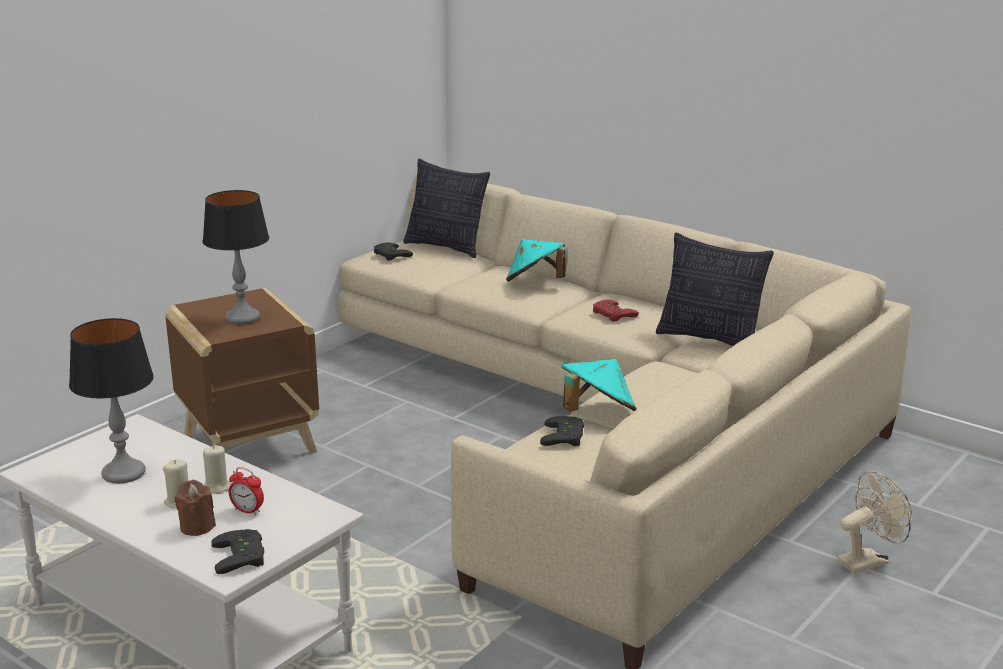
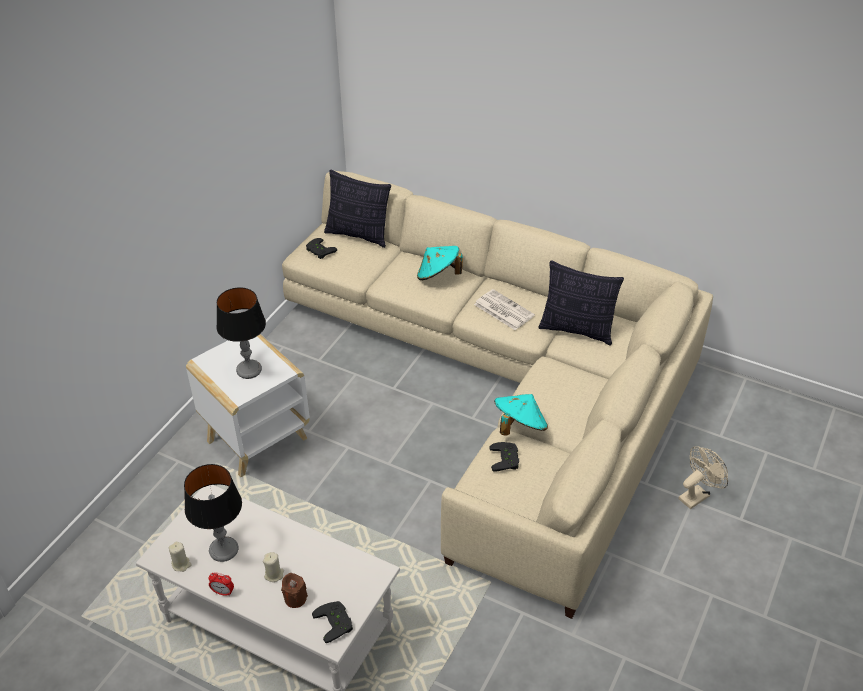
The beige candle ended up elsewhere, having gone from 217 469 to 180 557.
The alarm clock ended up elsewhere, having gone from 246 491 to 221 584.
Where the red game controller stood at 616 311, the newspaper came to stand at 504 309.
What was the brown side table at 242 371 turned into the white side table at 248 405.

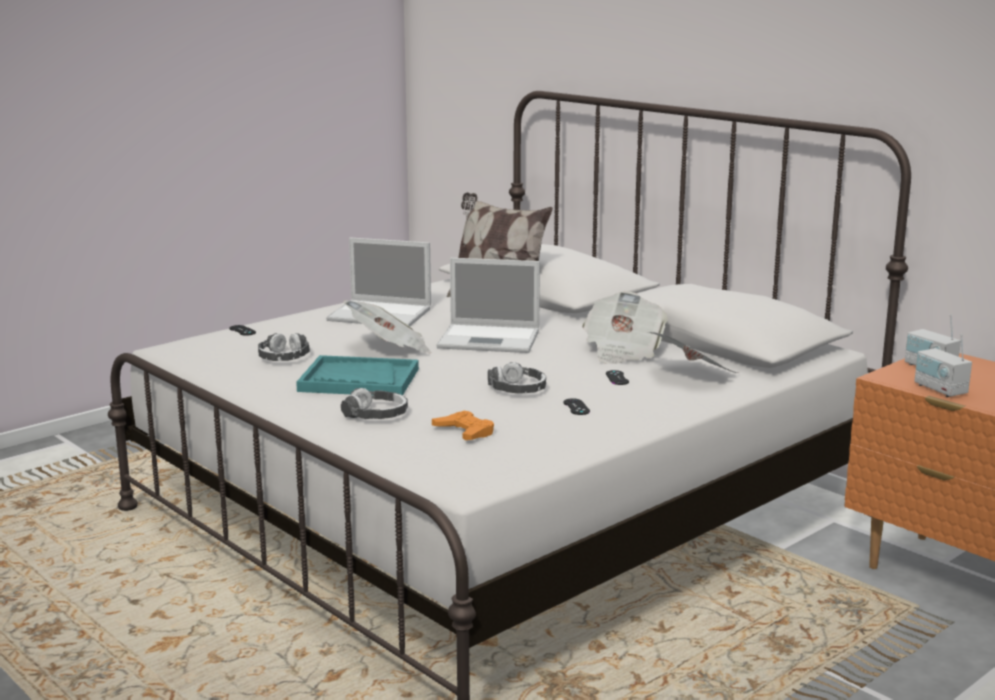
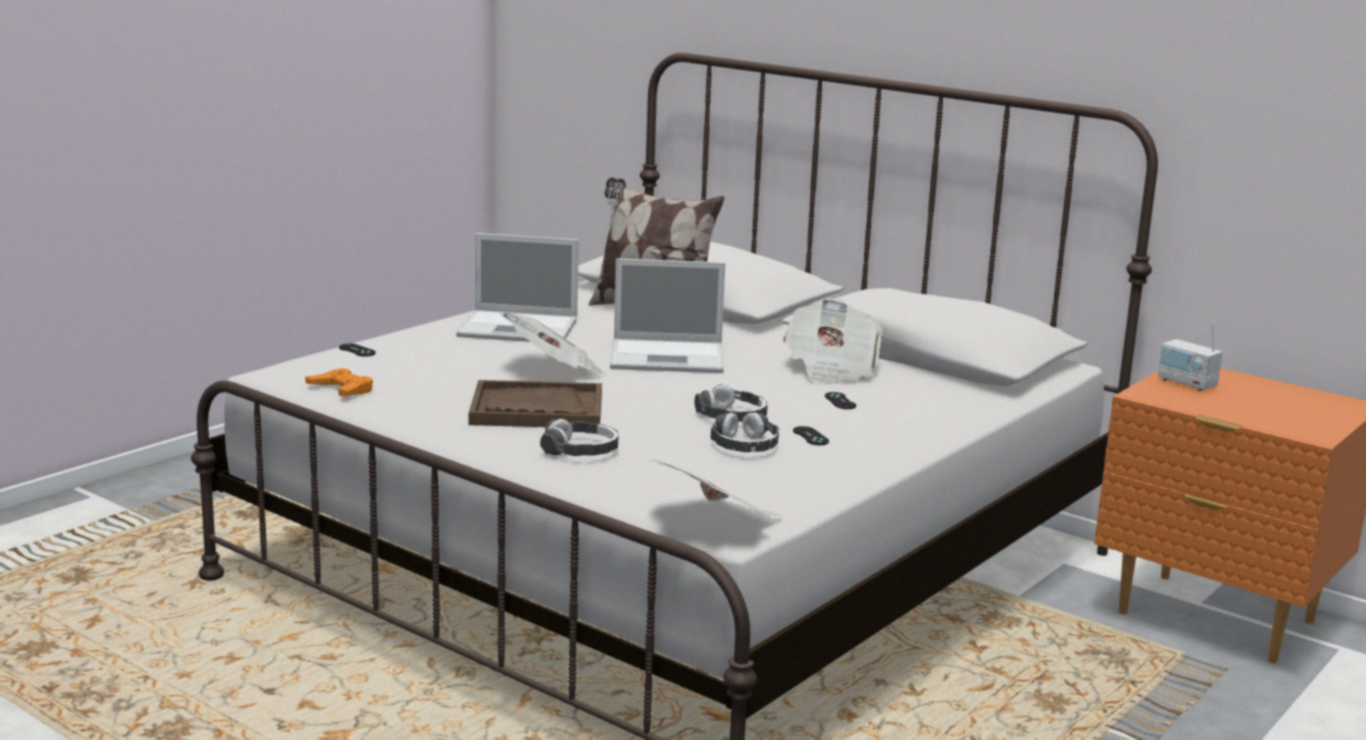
The second view lost the radio at 943 365.
The headphones ended up elsewhere, having gone from 284 347 to 745 432.
The orange game controller ended up elsewhere, having gone from 463 425 to 339 382.
The newspaper ended up elsewhere, having gone from 692 352 to 716 488.
What was the turquoise tray at 357 375 turned into the brown tray at 535 403.

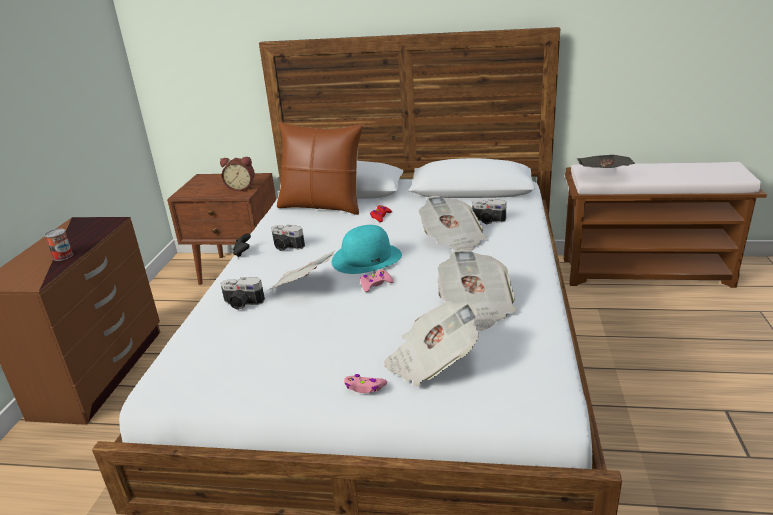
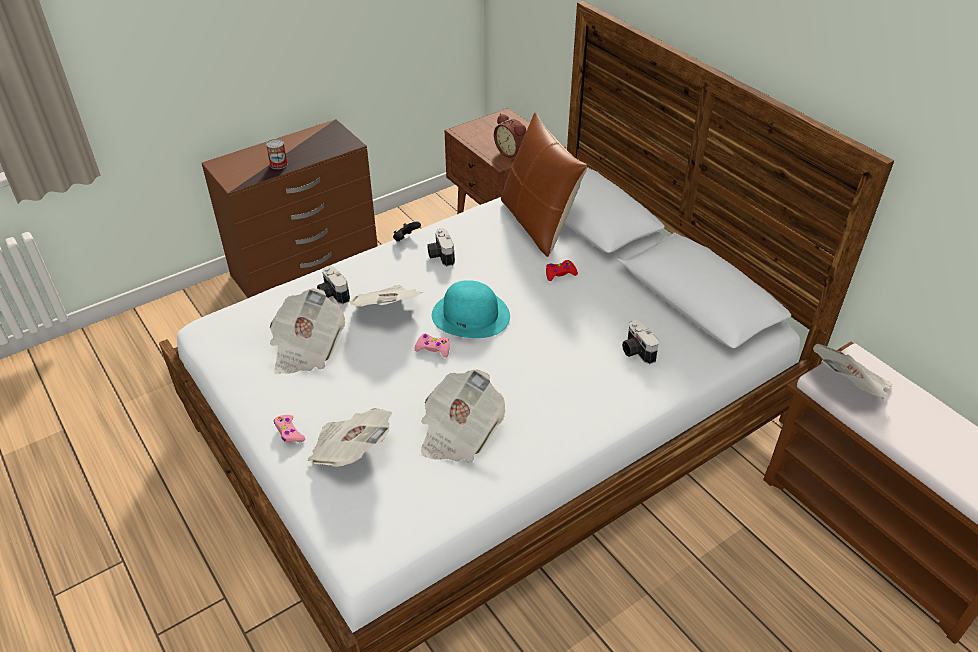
The newspaper ended up elsewhere, having gone from 452 224 to 307 331.

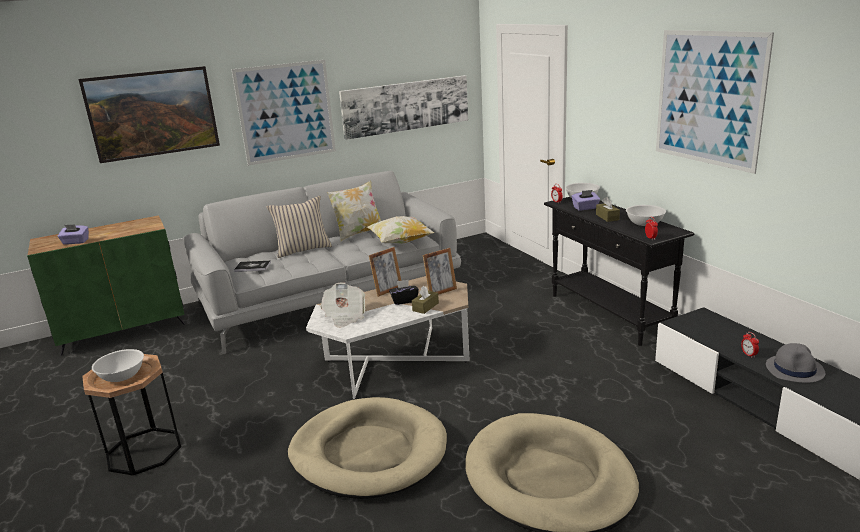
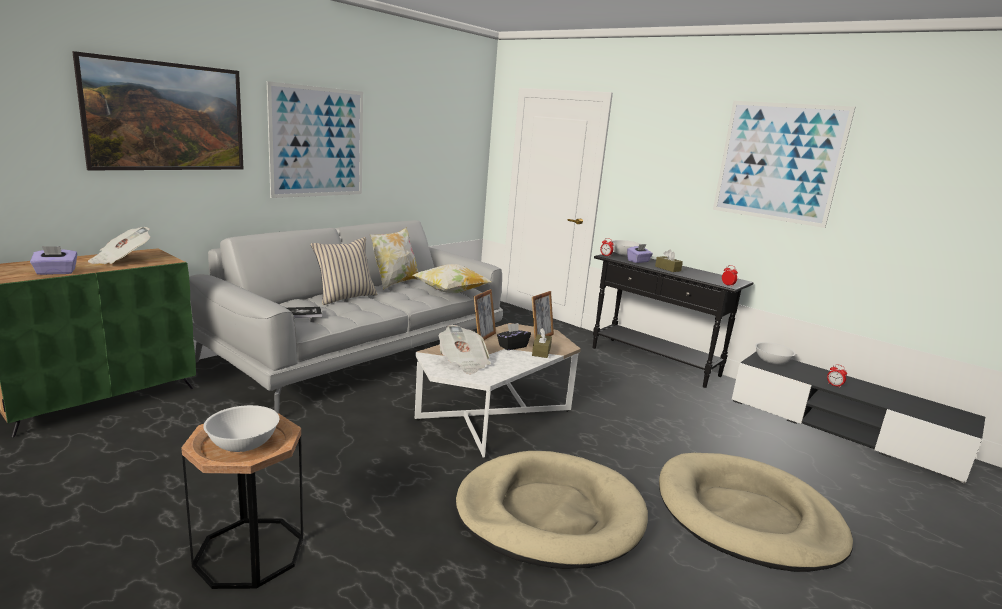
The second view lost the picture at 403 107.
The second view lost the grey hat at 795 363.
The second view gained the newspaper at 119 245.
The white bowl ended up elsewhere, having gone from 646 215 to 775 353.

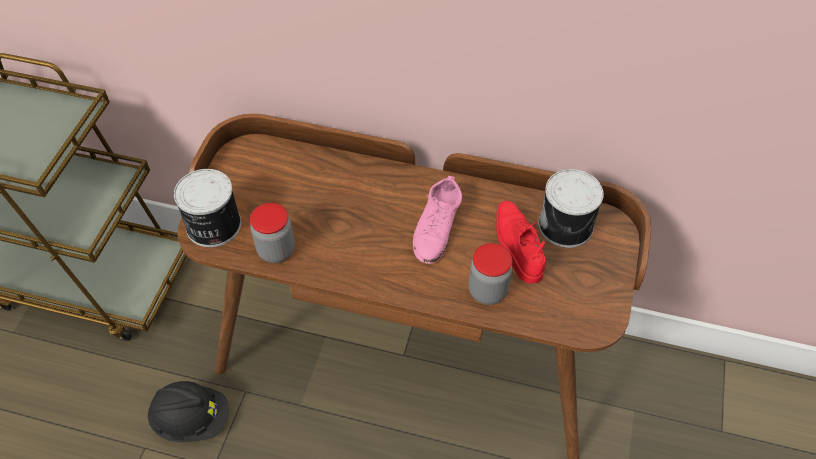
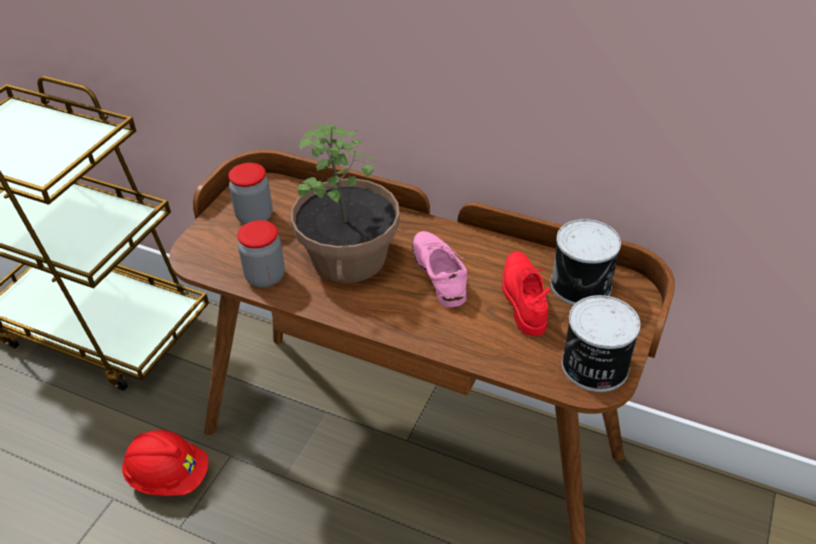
The second view gained the potted plant at 345 204.
The can ended up elsewhere, having gone from 207 208 to 601 343.
The jar ended up elsewhere, having gone from 490 274 to 250 193.
What was the black hard hat at 188 411 turned into the red hard hat at 165 463.
The pink shoe at 437 220 ended up facing another way, 135 degrees clockwise from before.

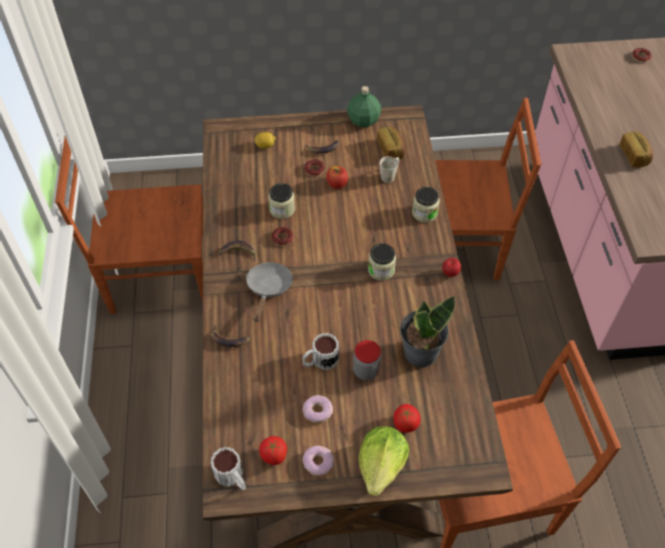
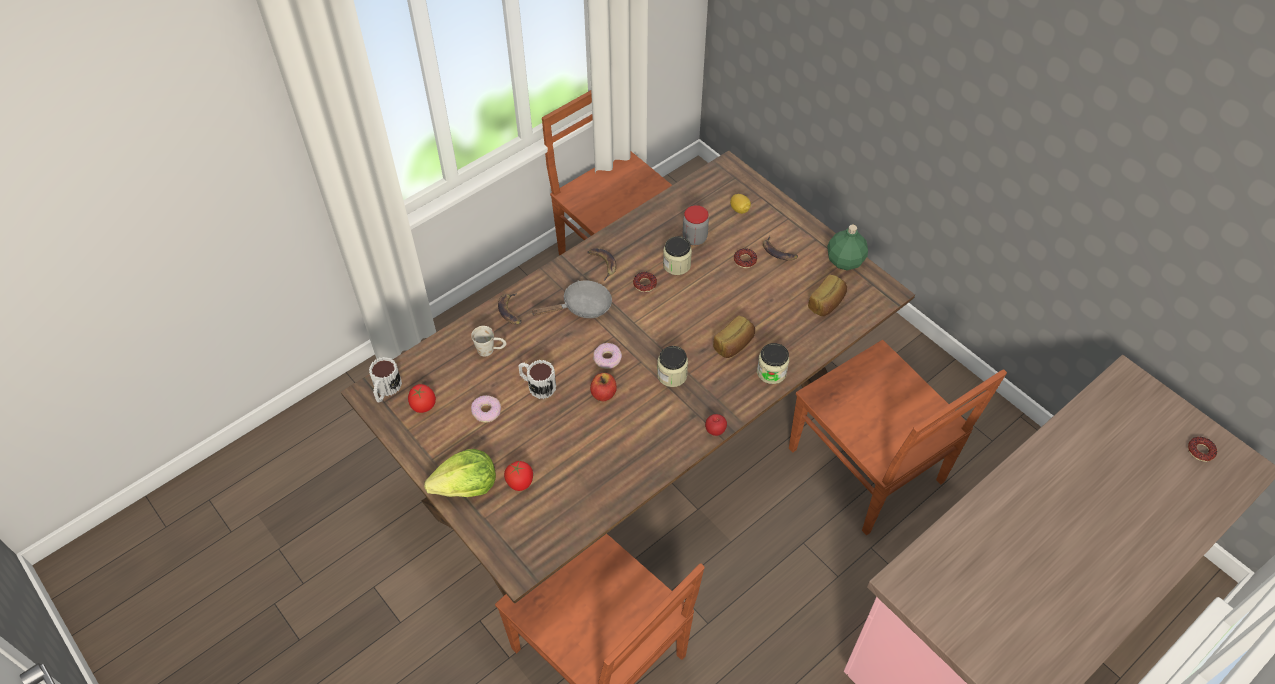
The second view lost the potted plant at 427 332.
The donut ended up elsewhere, having gone from 318 461 to 607 356.
The apple ended up elsewhere, having gone from 337 177 to 603 387.
The jar ended up elsewhere, having gone from 367 360 to 696 225.
The white mug ended up elsewhere, having gone from 389 169 to 488 341.
The bread ended up elsewhere, having gone from 636 149 to 734 337.

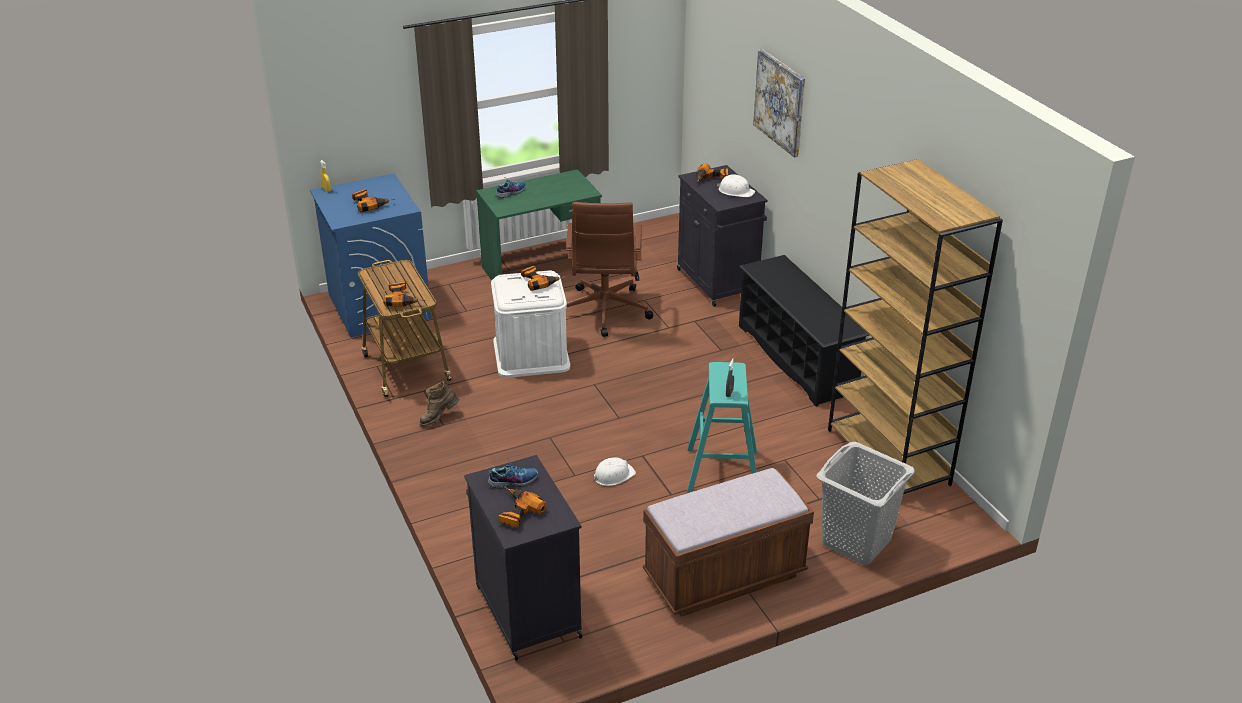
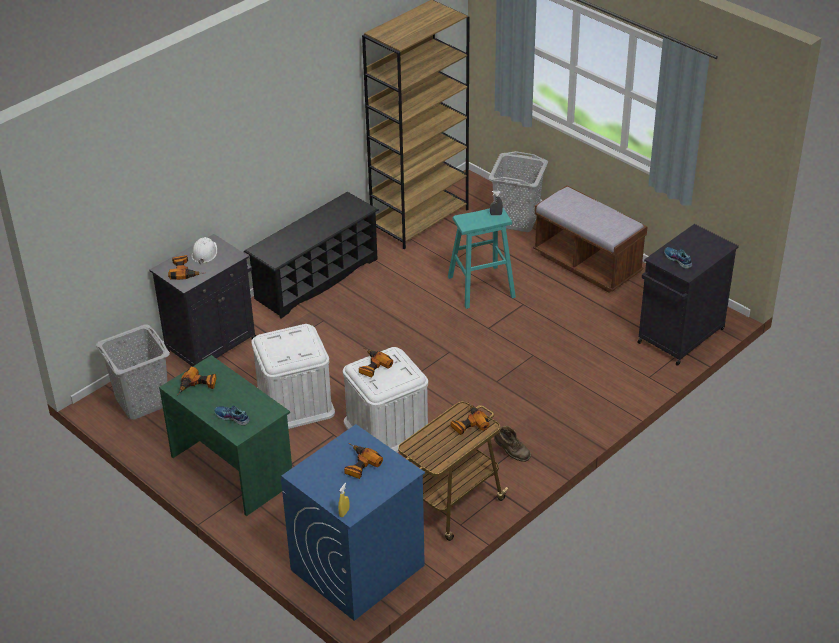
The second view lost the white hard hat at 614 471.
The second view lost the picture at 779 103.
The second view gained the grey laundry basket at 133 372.
The power drill ended up elsewhere, having gone from 522 507 to 197 381.
Where the brown office chair stood at 609 269, the white storage box came to stand at 293 376.

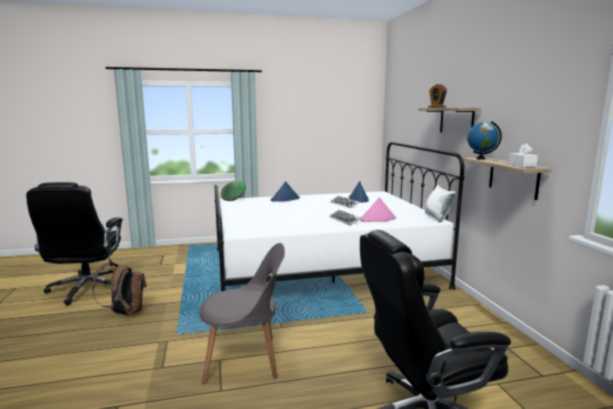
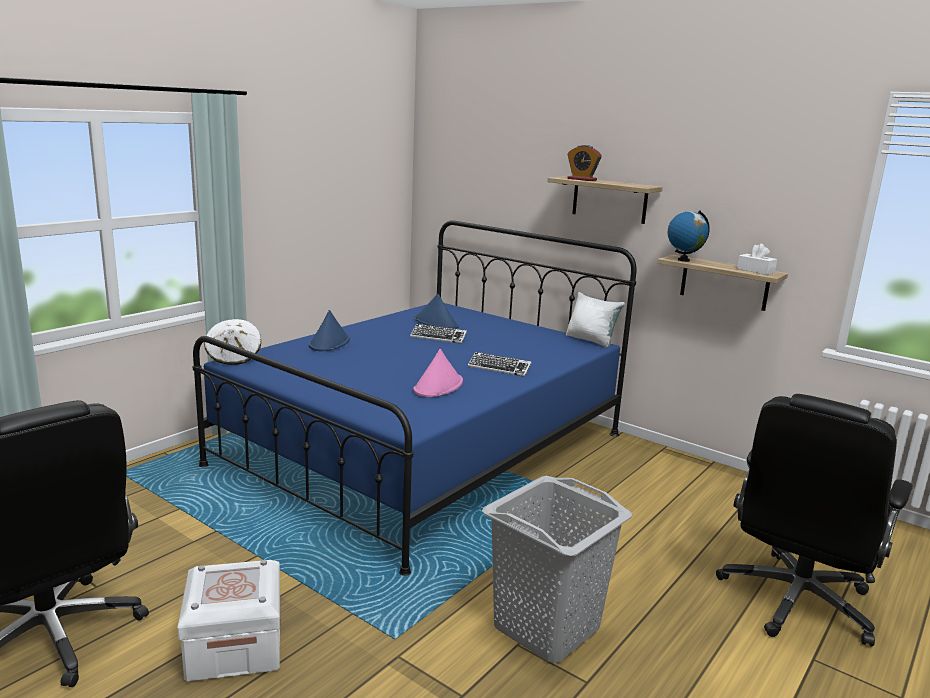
The pink hat ended up elsewhere, having gone from 378 209 to 438 373.
Where the brown backpack stood at 119 289, the white storage box came to stand at 228 620.
Where the grey chair stood at 242 313, the grey laundry basket came to stand at 557 569.
What was the white bed at 339 216 turned into the blue bed at 415 398.
What was the green hat at 233 190 turned into the white hat at 232 342.

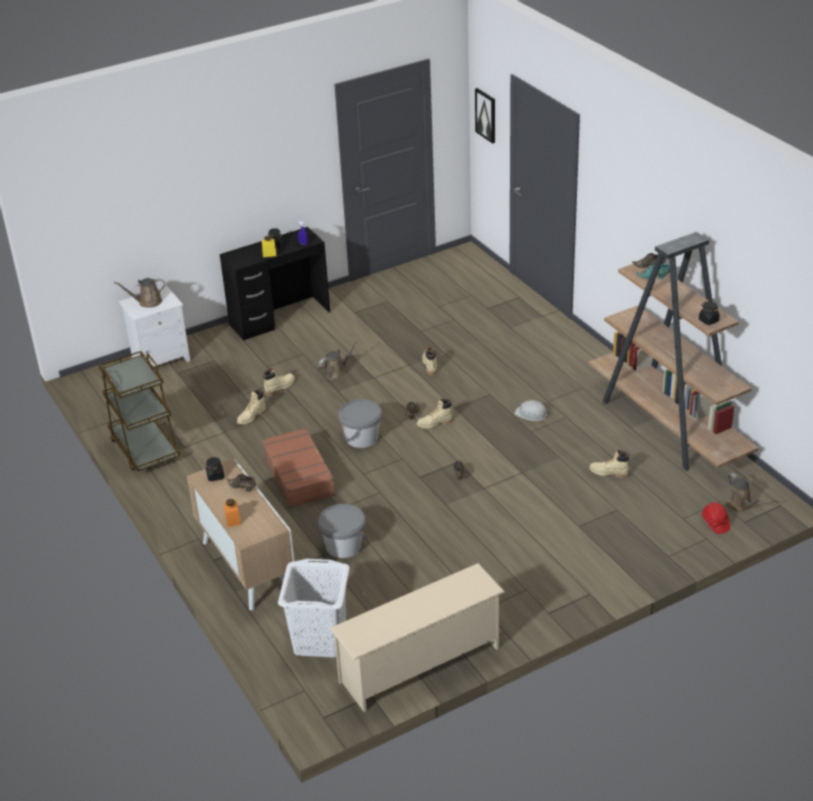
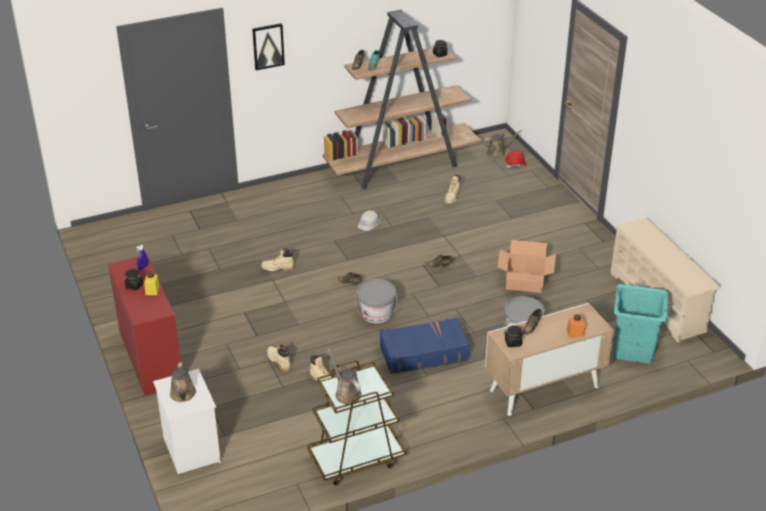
The second view lost the beige boot at 435 414.
The second view gained the cardboard box at 526 266.
The brown watering can ended up elsewhere, having gone from 339 359 to 344 376.
The picture ended up elsewhere, having gone from 485 116 to 268 46.
What was the black desk at 275 283 turned into the red desk at 144 325.
What was the brown suitcase at 299 468 turned into the blue suitcase at 425 346.
What was the white laundry basket at 314 608 turned into the turquoise laundry basket at 640 324.

